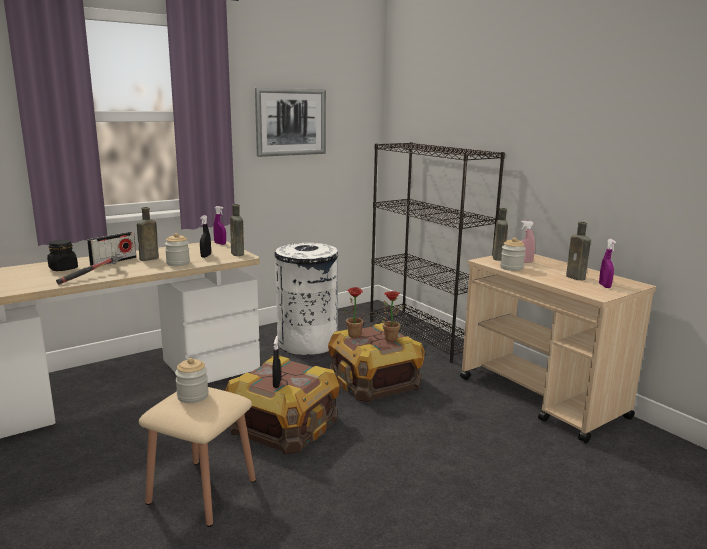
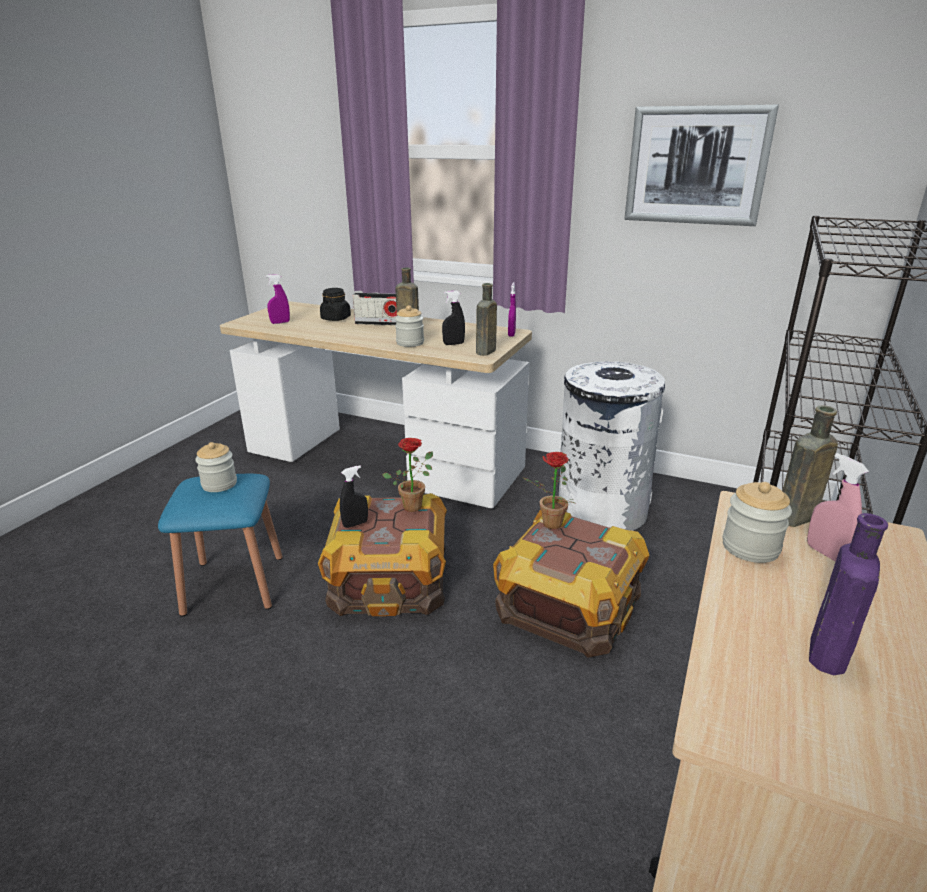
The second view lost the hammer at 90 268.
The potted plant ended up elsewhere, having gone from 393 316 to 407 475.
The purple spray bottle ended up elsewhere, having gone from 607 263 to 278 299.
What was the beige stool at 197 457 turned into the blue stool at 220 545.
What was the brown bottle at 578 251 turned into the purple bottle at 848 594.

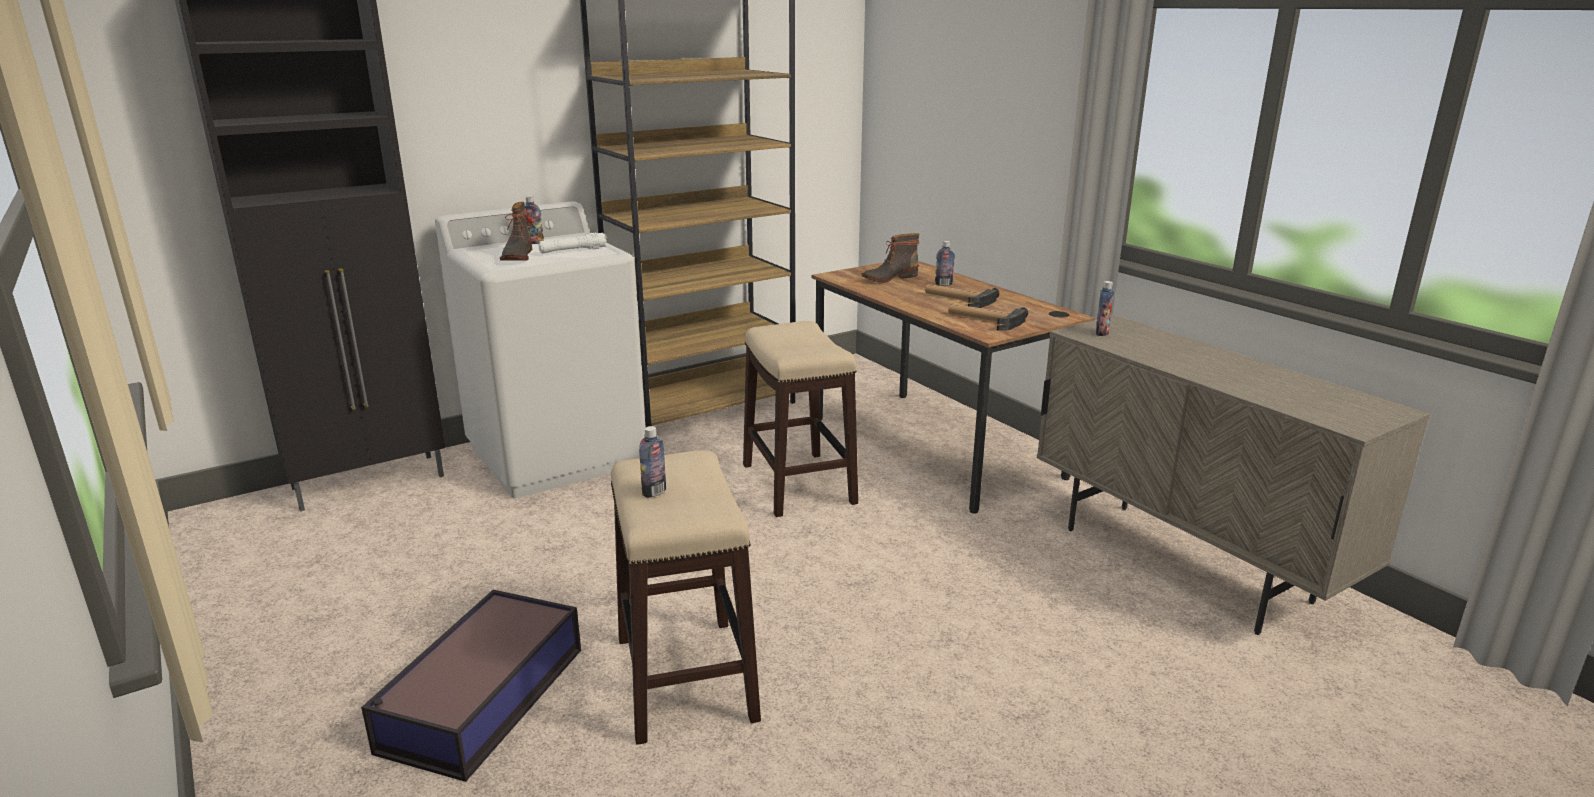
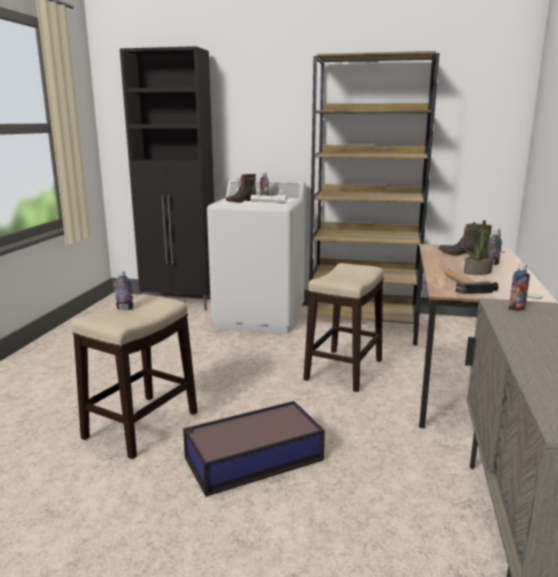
The storage box ended up elsewhere, having gone from 471 686 to 254 449.
Where the hammer stood at 962 296, the potted plant came to stand at 482 247.

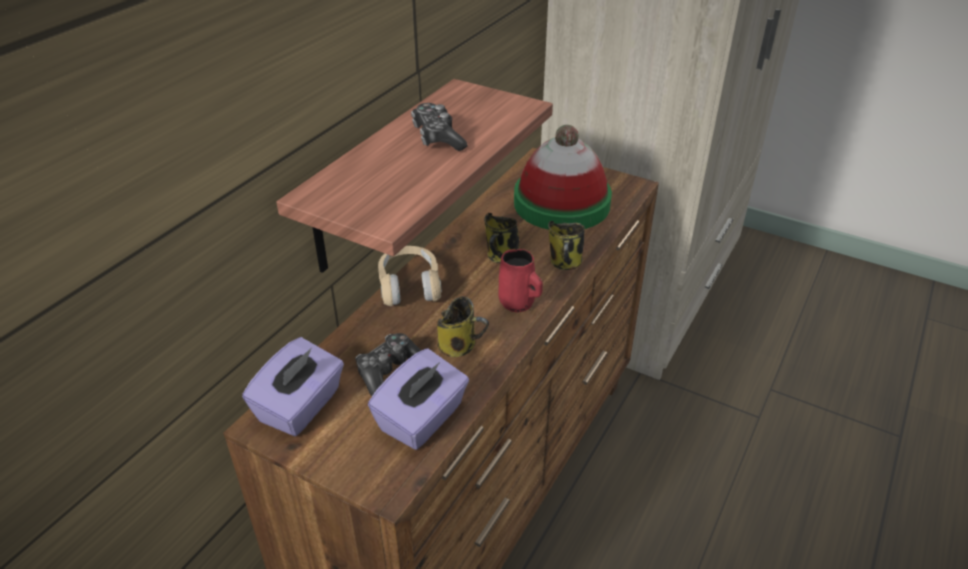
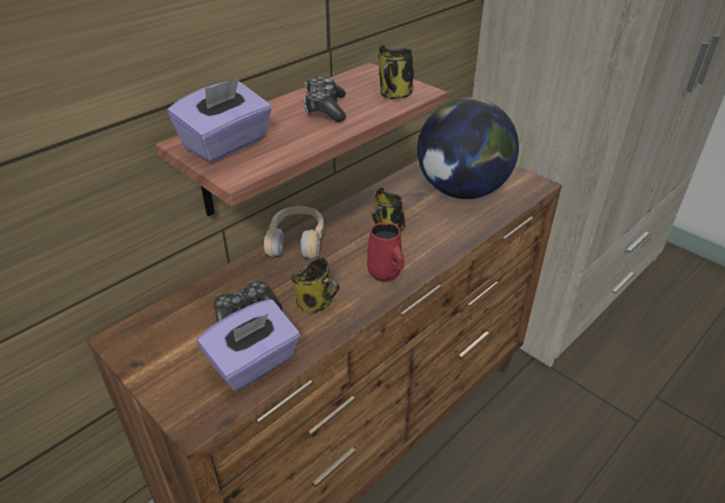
The purple tissue box ended up elsewhere, having gone from 293 386 to 219 120.
The mug ended up elsewhere, having gone from 566 245 to 395 72.
Where the hat stood at 563 177, the globe came to stand at 468 148.

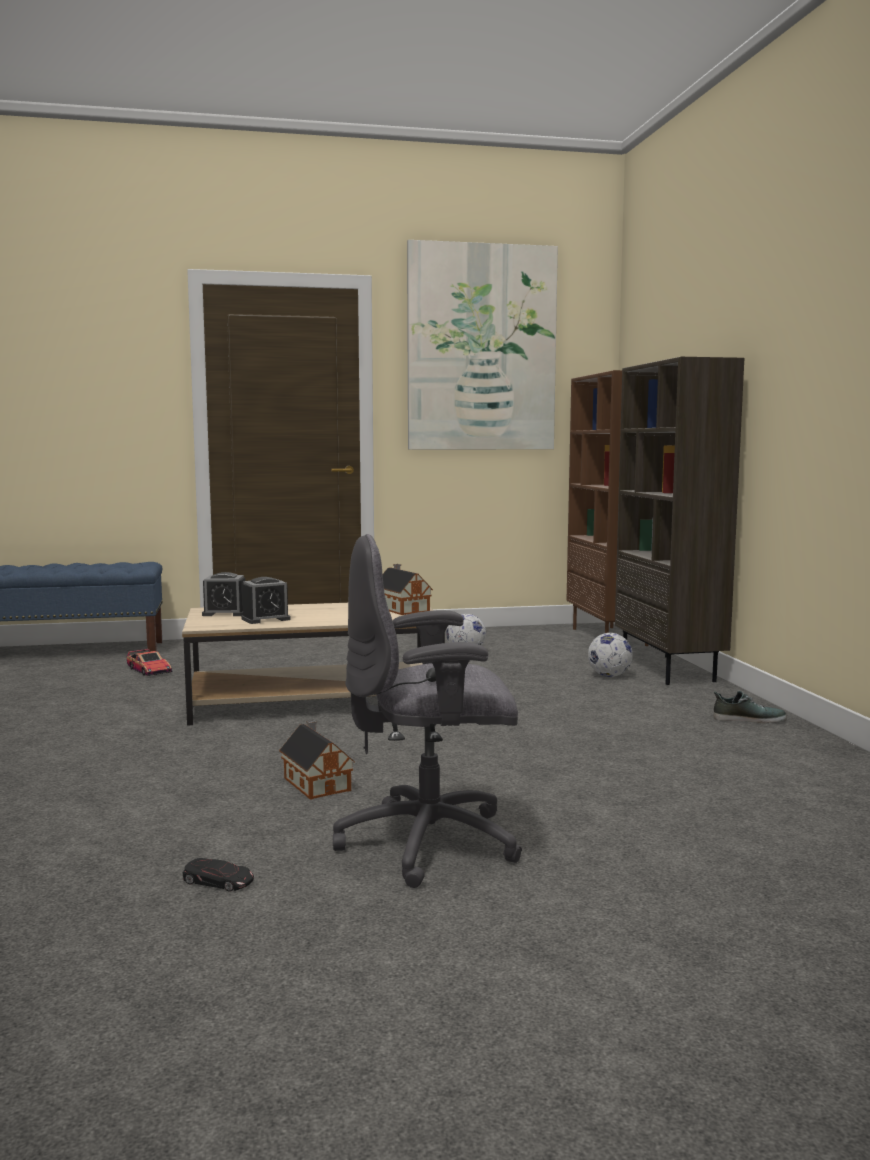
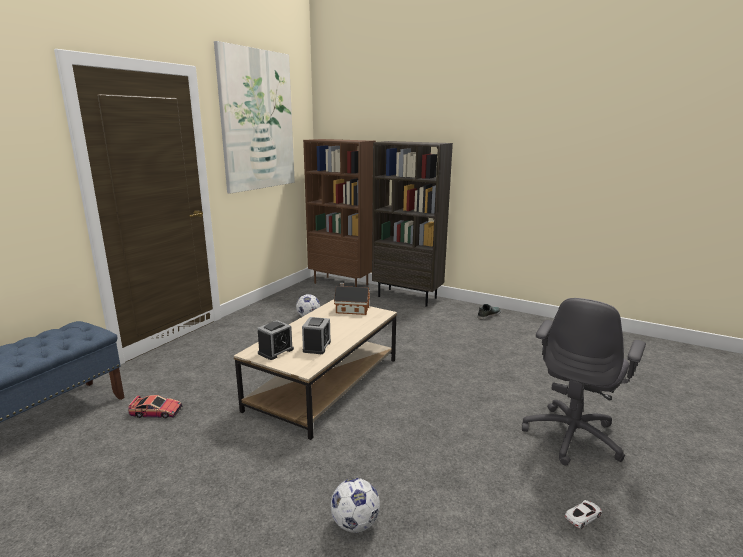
The second view lost the toy house at 317 760.
The football ended up elsewhere, having gone from 610 655 to 355 505.
What was the black toy car at 218 875 turned into the white toy car at 583 514.

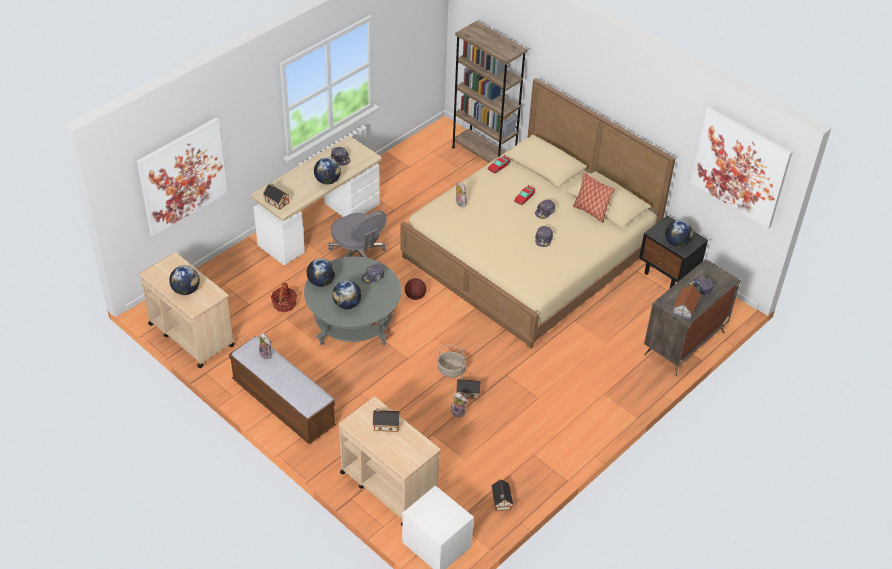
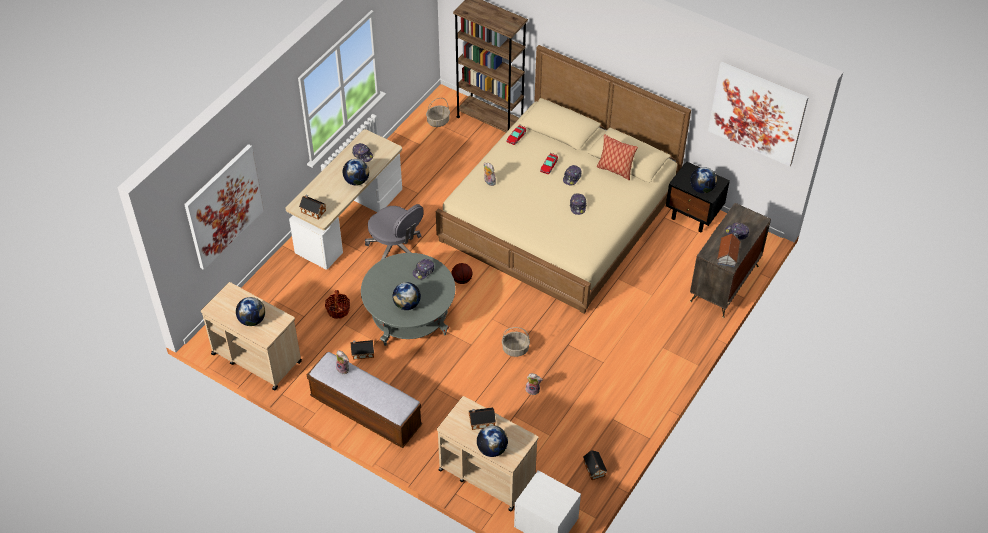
The second view gained the basket at 438 112.
The globe ended up elsewhere, having gone from 321 272 to 492 441.
The toy house ended up elsewhere, having gone from 468 388 to 362 350.

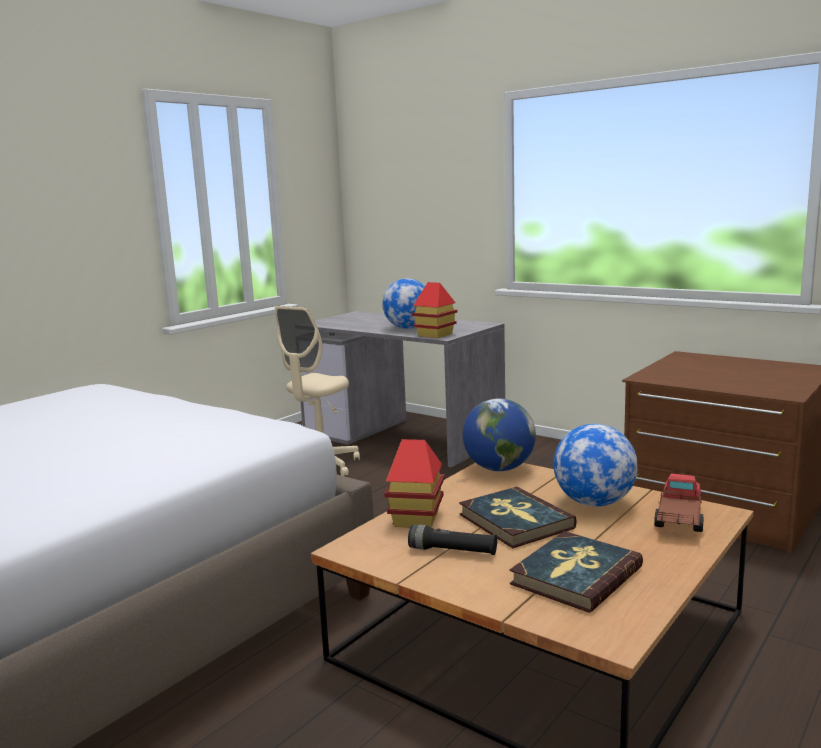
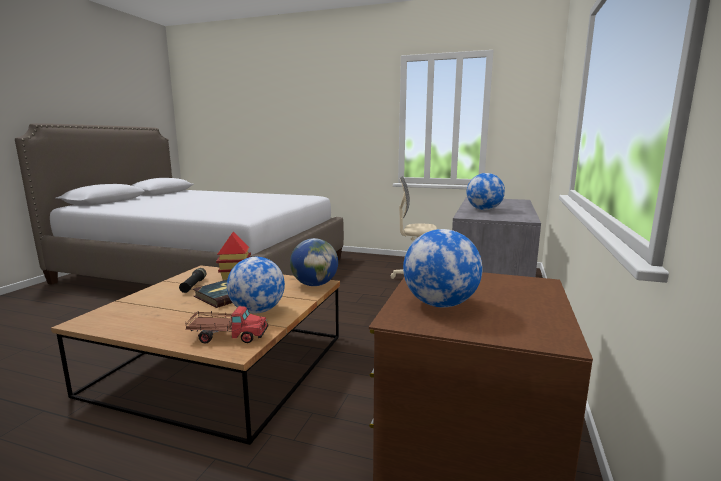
The second view lost the toy house at 435 310.
The second view lost the book at 576 572.
The second view gained the globe at 442 268.

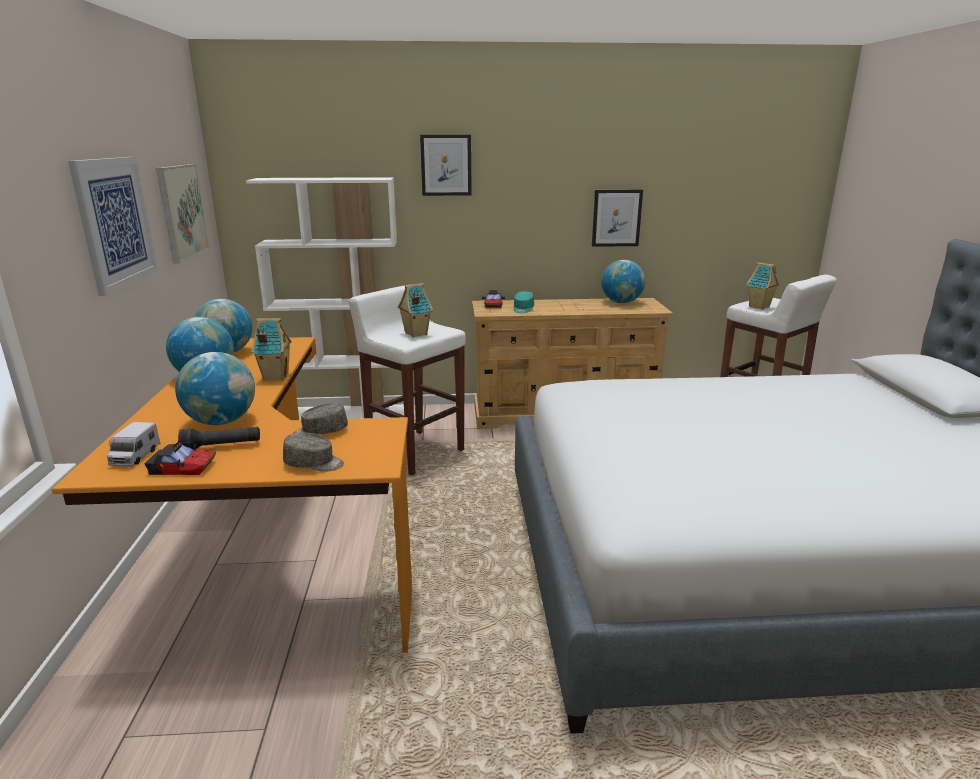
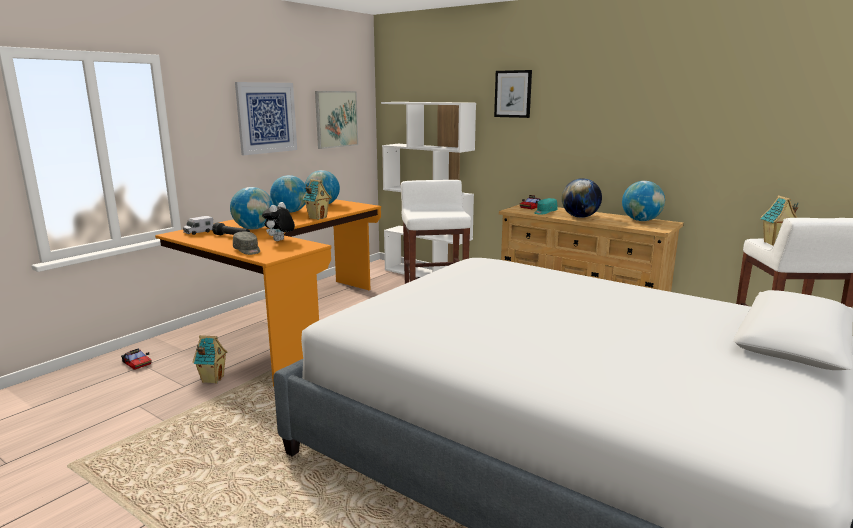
The second view lost the picture at 617 218.
The second view gained the globe at 582 198.
The toy car ended up elsewhere, having gone from 180 457 to 136 359.
The toy house ended up elsewhere, having gone from 415 310 to 210 359.
Where the grey cap stood at 320 419, the plush toy came to stand at 278 221.

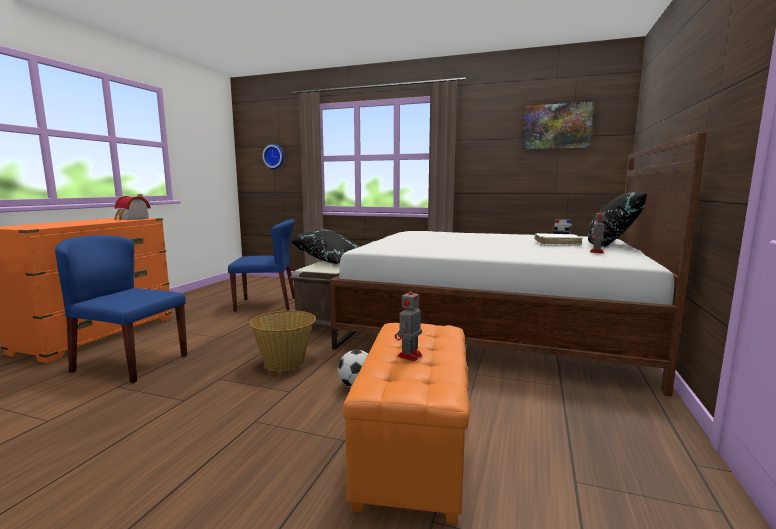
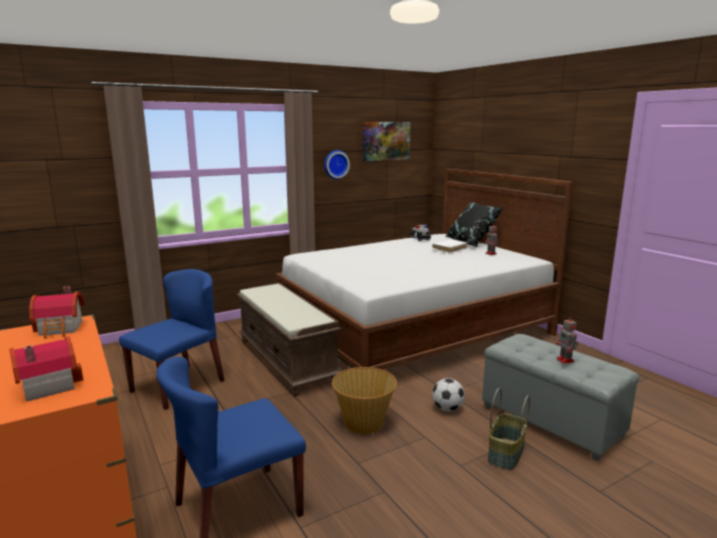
The second view lost the black pillow at 325 246.
The second view gained the toy house at 46 369.
The second view gained the basket at 509 429.
The wall clock ended up elsewhere, having gone from 273 156 to 337 164.
What was the orange ottoman at 406 423 turned into the grey ottoman at 560 397.

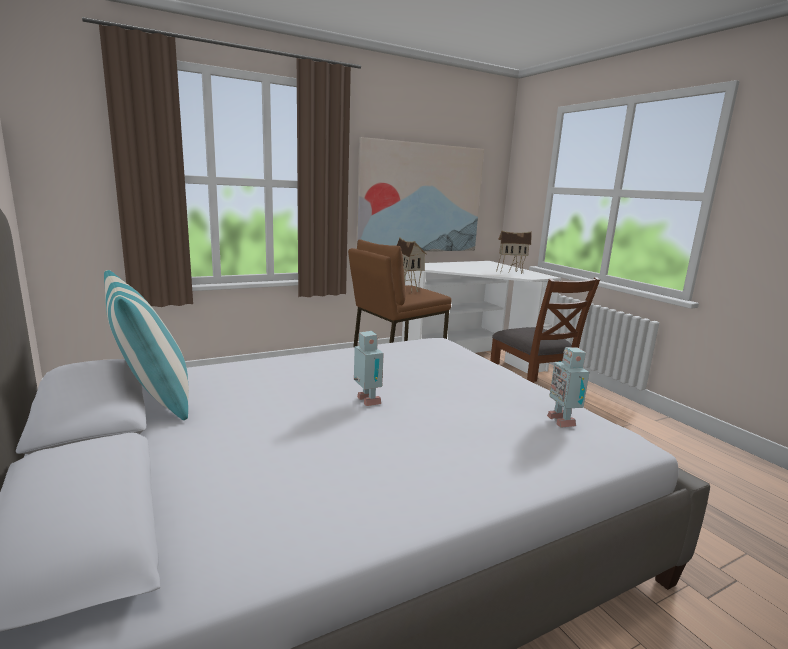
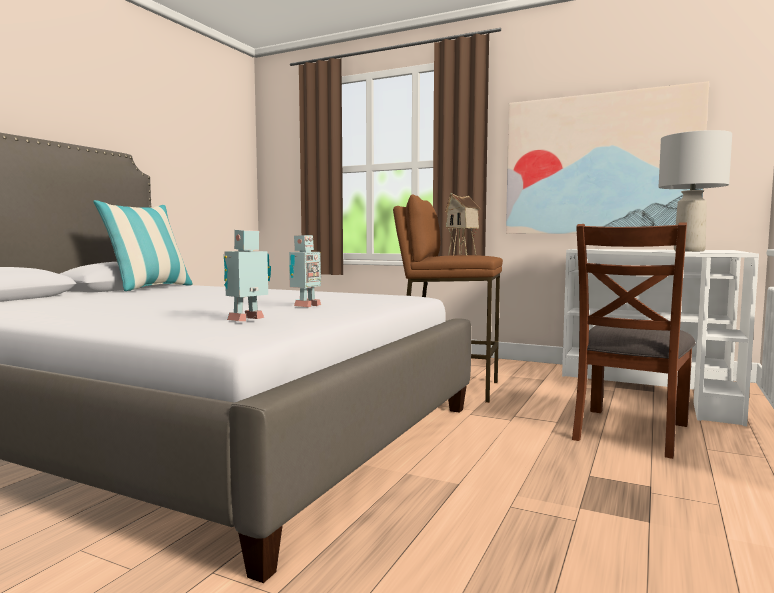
The toy robot ended up elsewhere, having gone from 369 368 to 305 271.
Where the toy house stood at 514 252, the grey table lamp came to stand at 695 191.

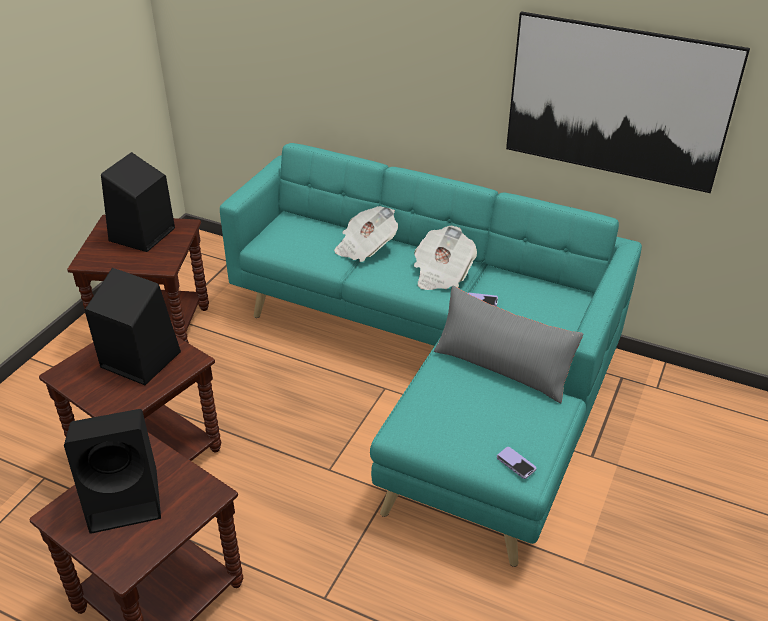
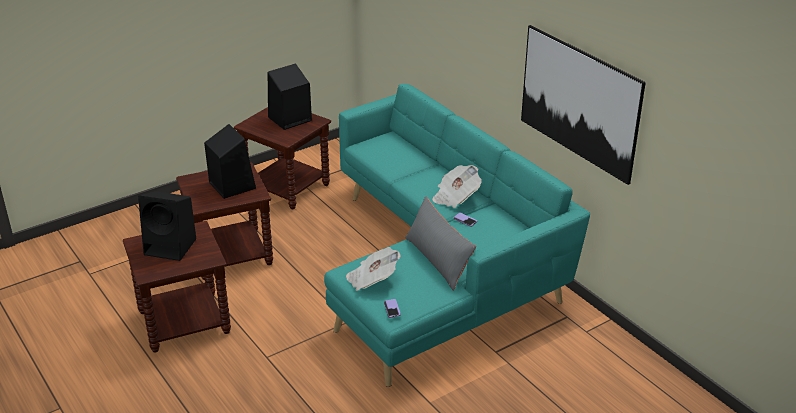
The newspaper ended up elsewhere, having gone from 366 234 to 373 269.

